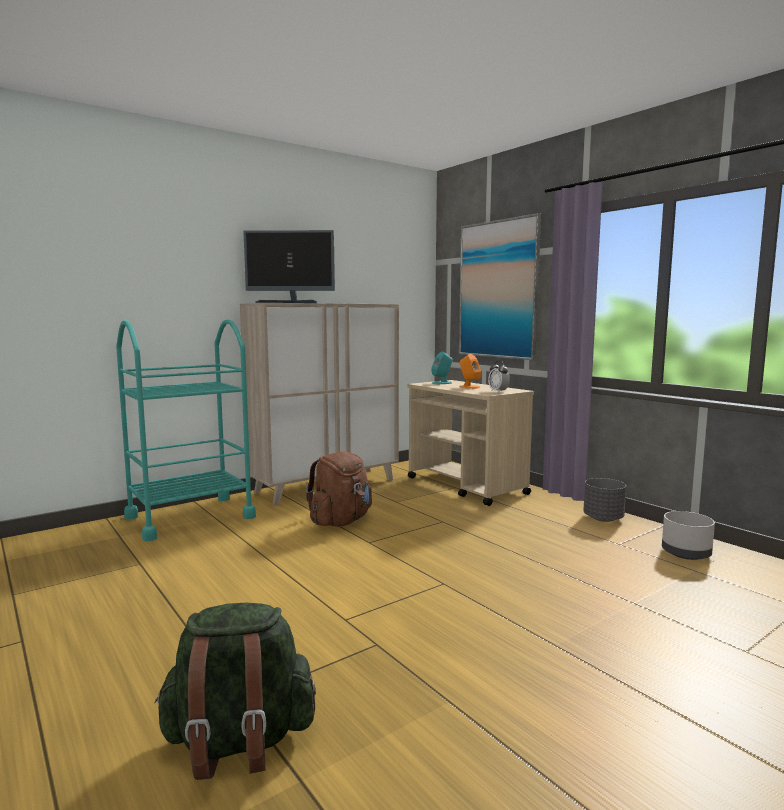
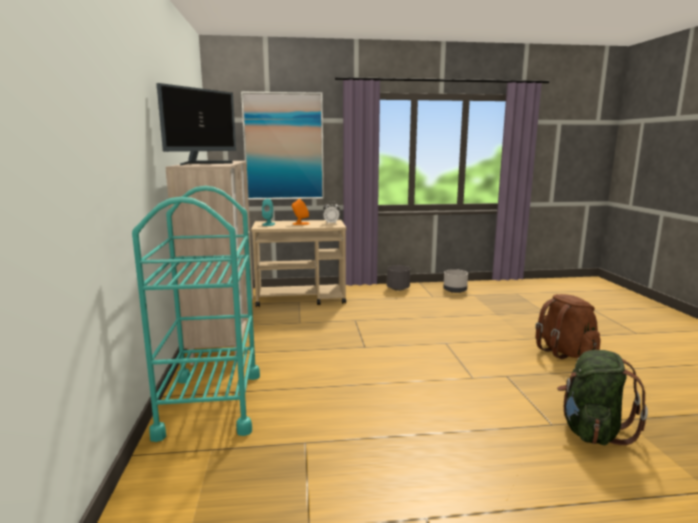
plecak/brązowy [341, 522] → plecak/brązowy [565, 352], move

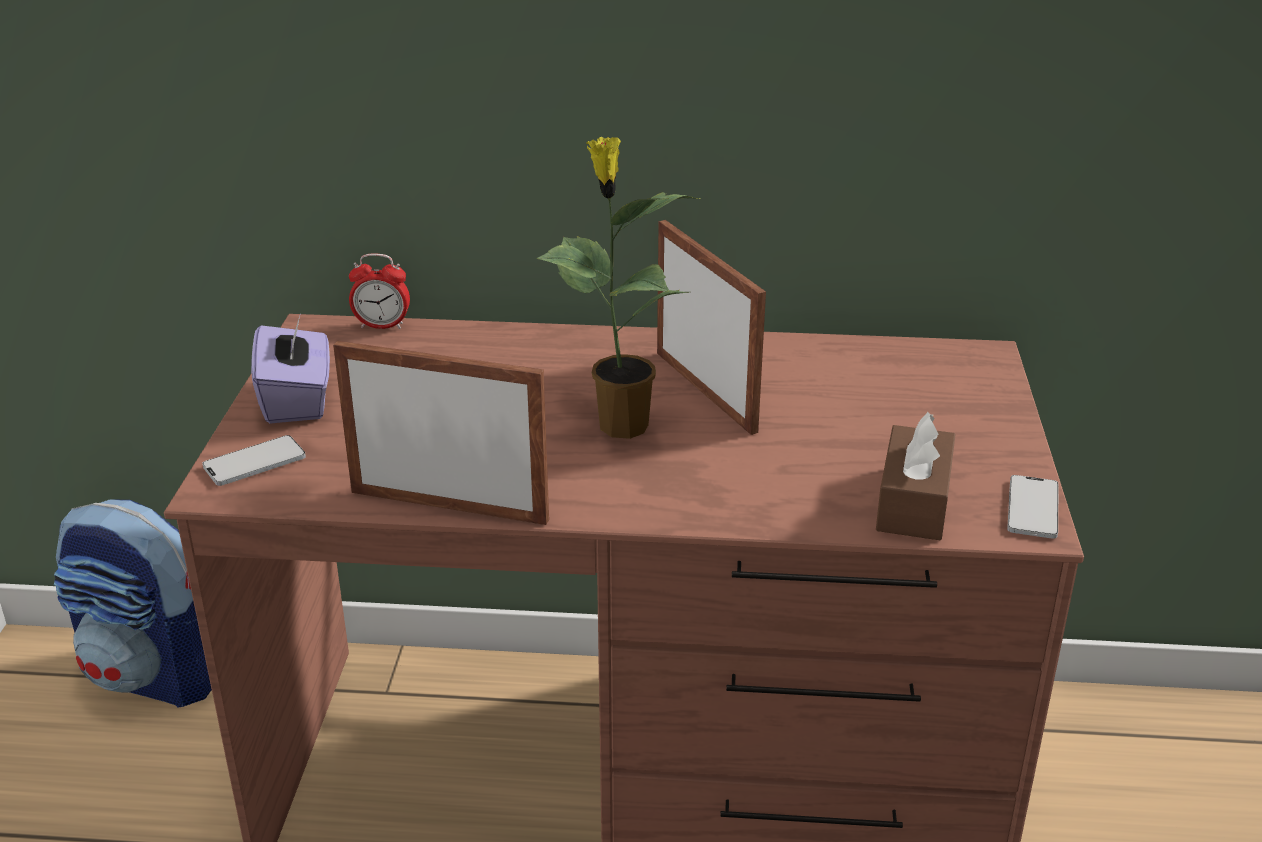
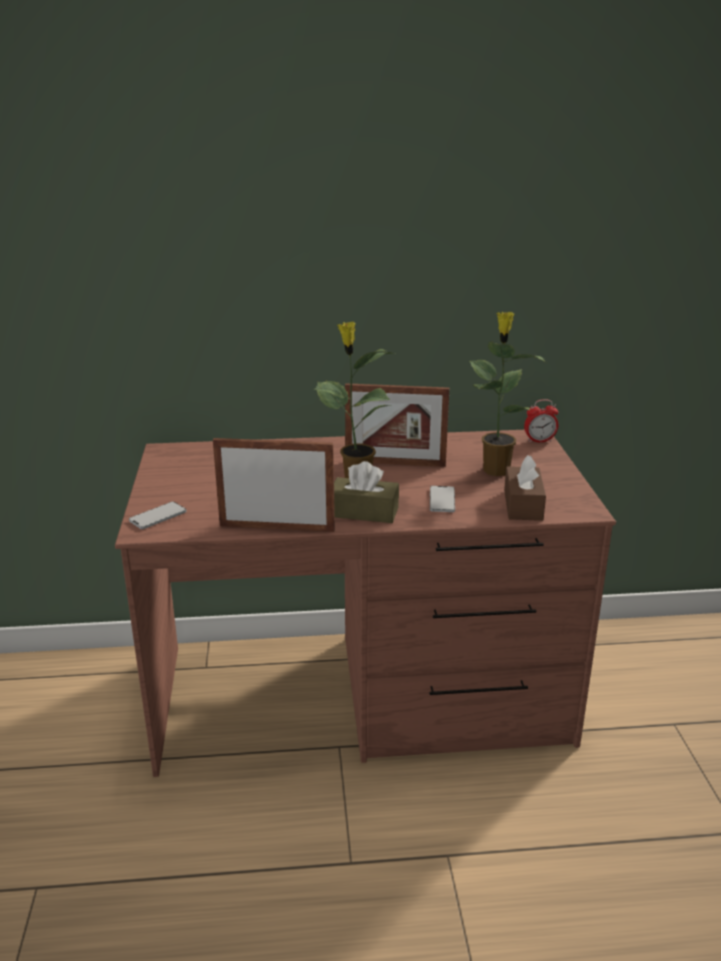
ramka na zdjęcie [705, 391] → ramka na zdjęcie [395, 463], 135 degrees clockwise
budzik [382, 326] → budzik [539, 441], move
pudełko chusteczek/fioletowy [297, 400] → -
telefon [1032, 508] → telefon [442, 500], move
plecak [156, 673] → -
- → roślina doniczkowa [495, 469]
- → pudełko chusteczek/brązowy [364, 512]

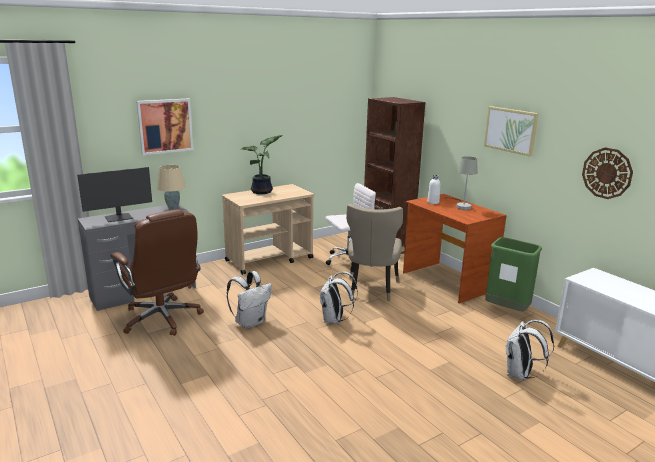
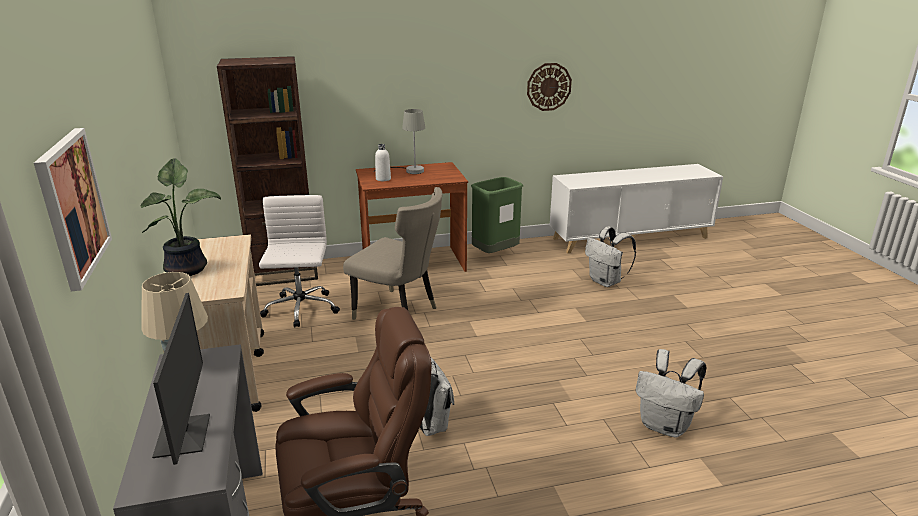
obraz [510, 130] → -
plecak/biały [334, 320] → plecak/biały [665, 426], move

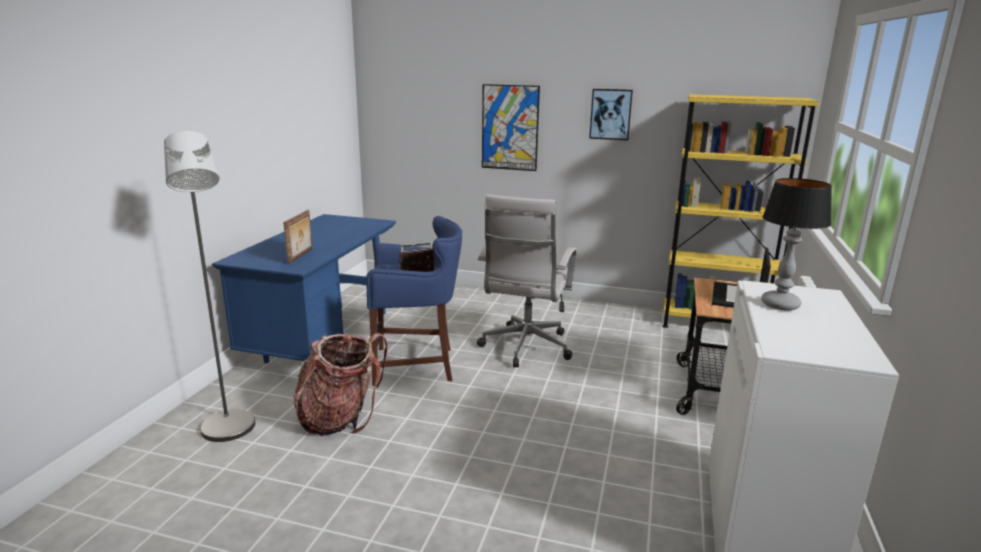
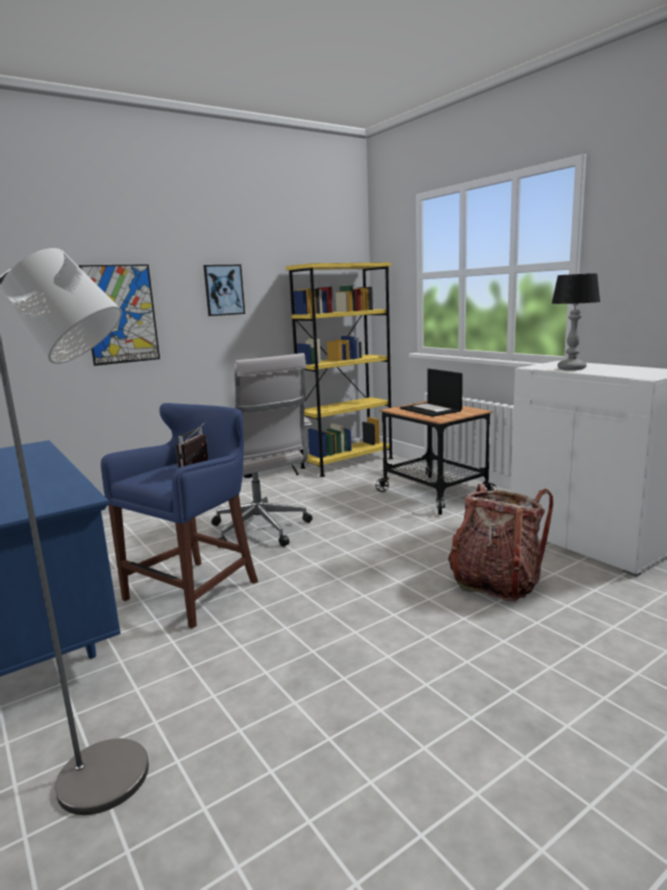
ramka na zdjęcie [301, 256] → -
plecak [340, 418] → plecak [496, 582], move

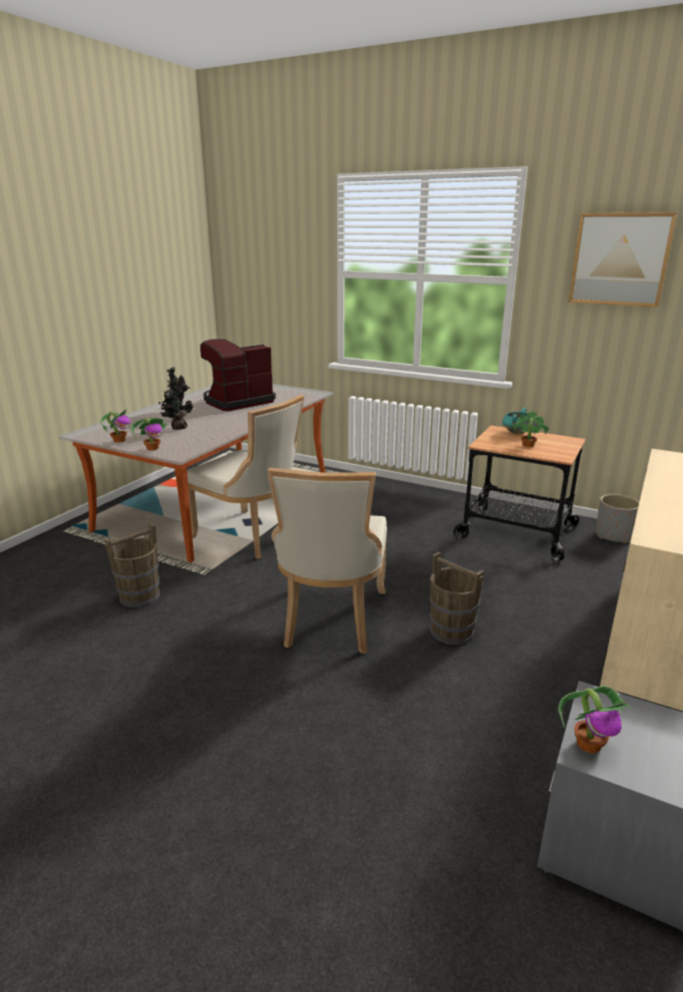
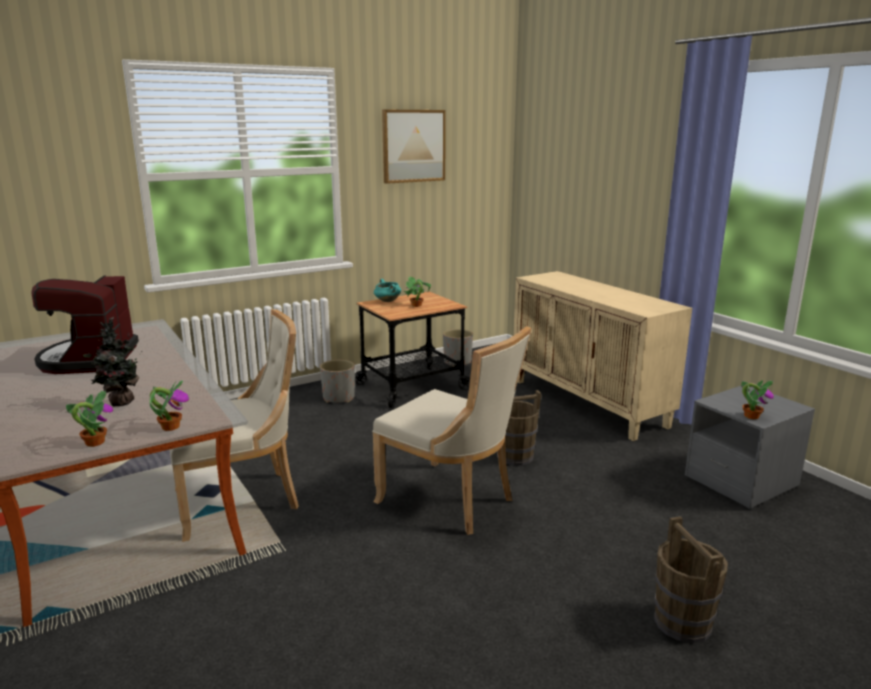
wiadro/brązowy [140, 596] → wiadro/brązowy [682, 622], move
- → donica/szary [339, 398]

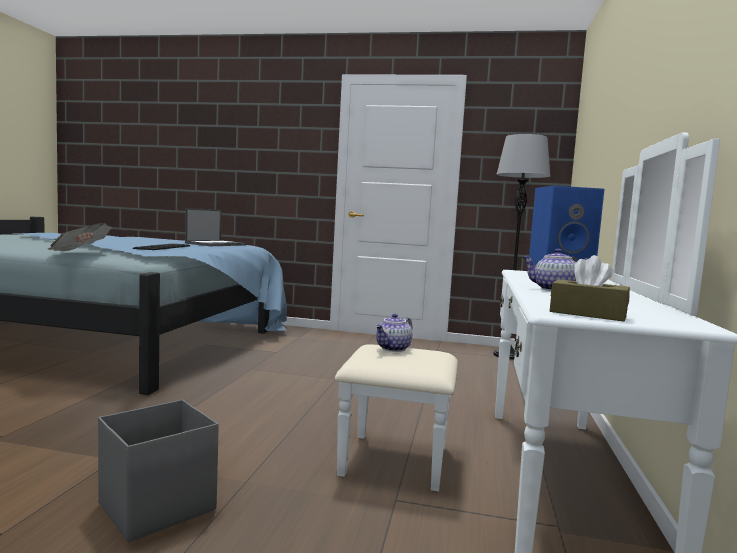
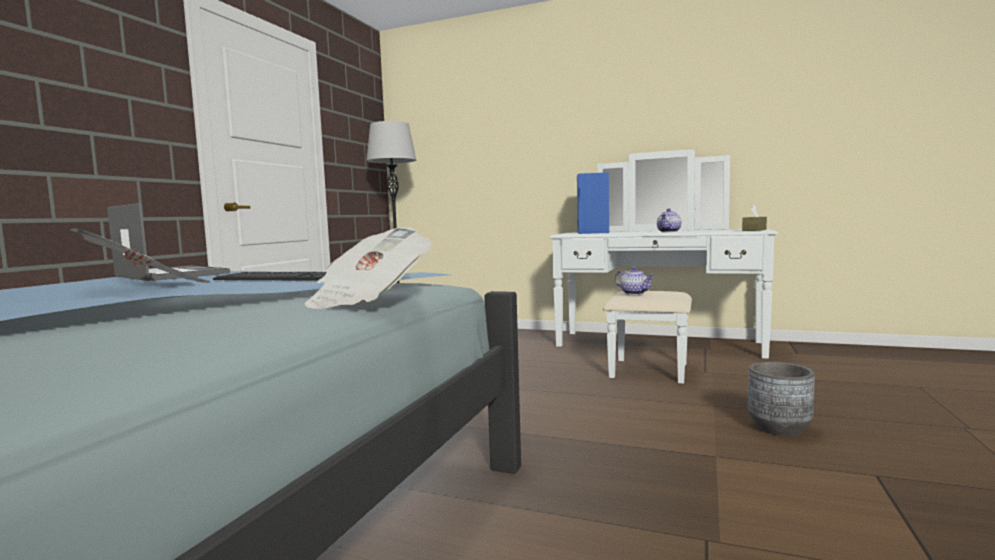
pojemnik do przechowywania/szary [155, 507] → donica/szary [779, 428]
- → gazeta [148, 287]

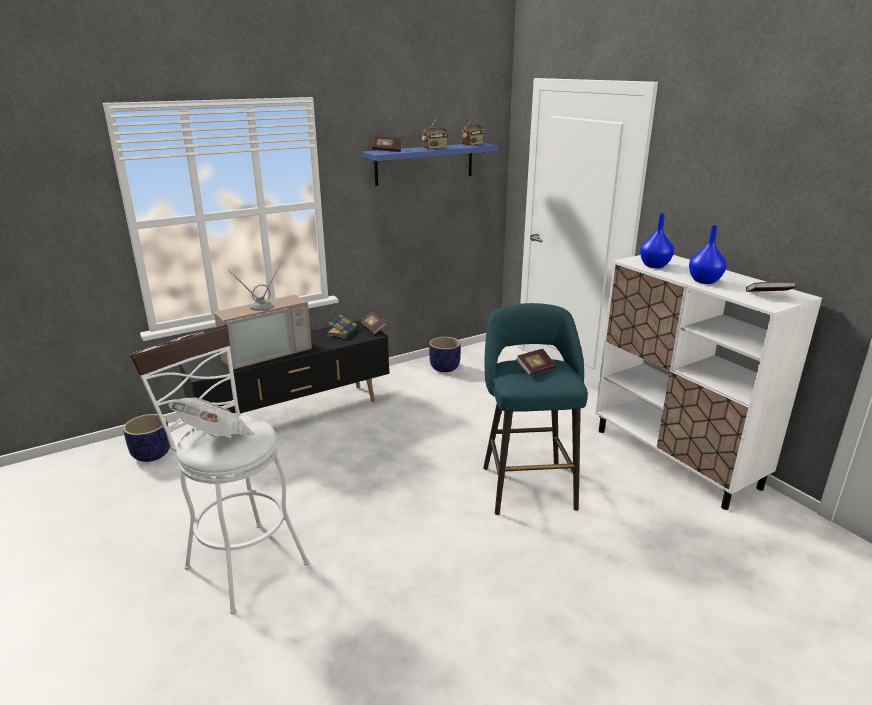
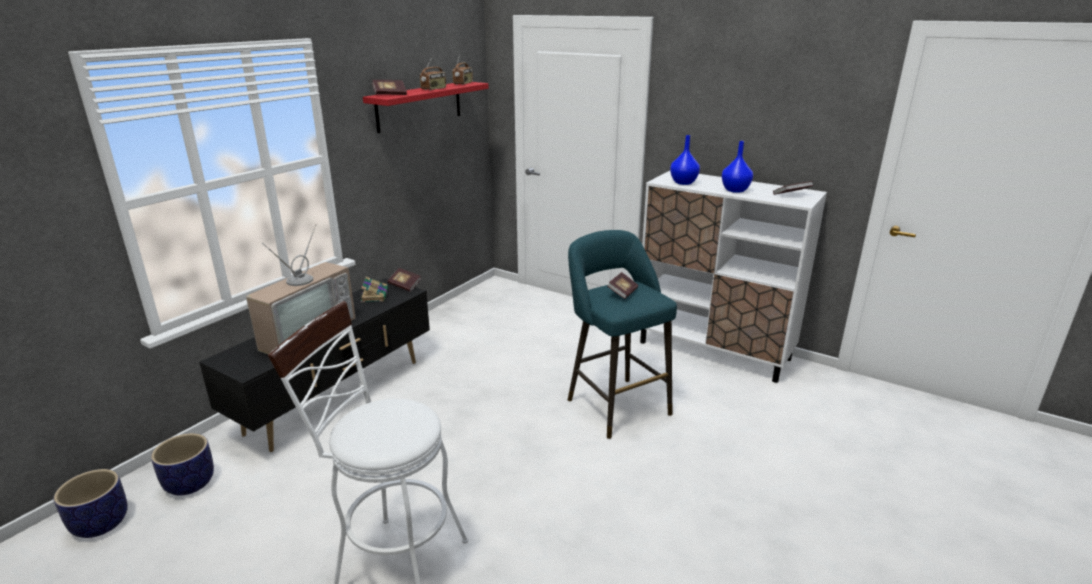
półka/niebieski [424, 163] → półka/czerwony [419, 106]
donica [445, 368] → donica [101, 524], move
gazeta [216, 435] → -

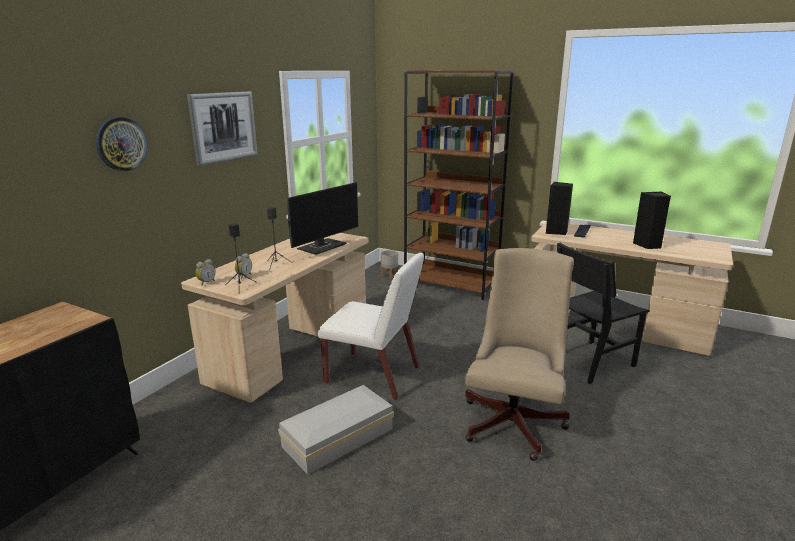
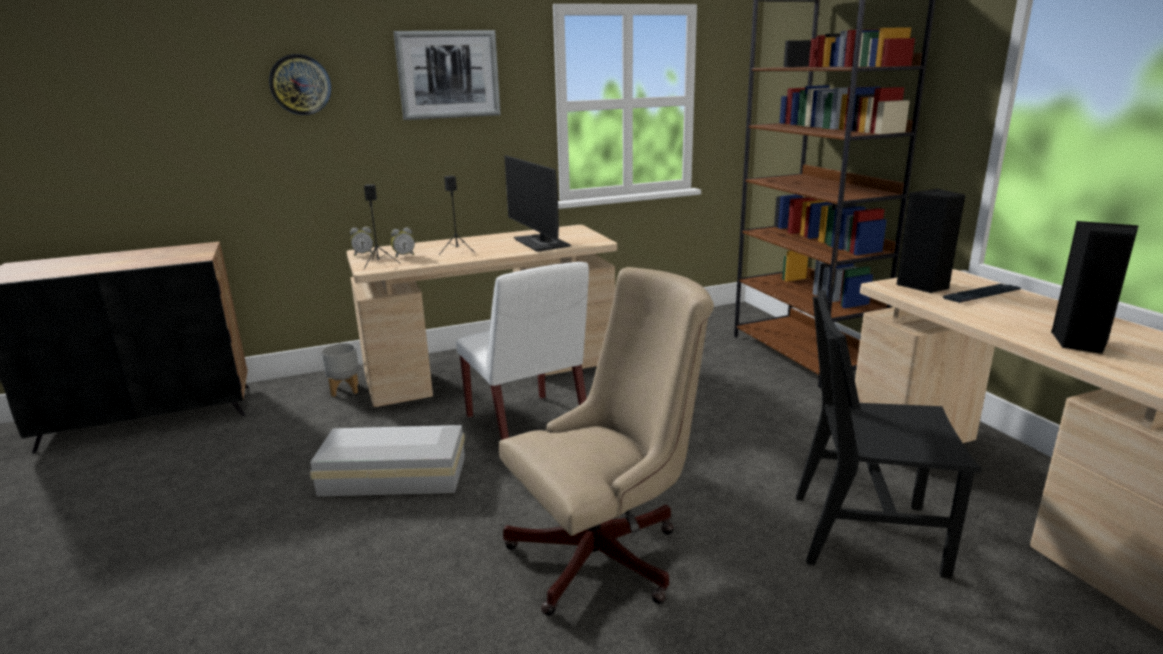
monitor [322, 246] → monitor [542, 243], 75 degrees clockwise
donica/szary [389, 275] → donica/szary [345, 390], move

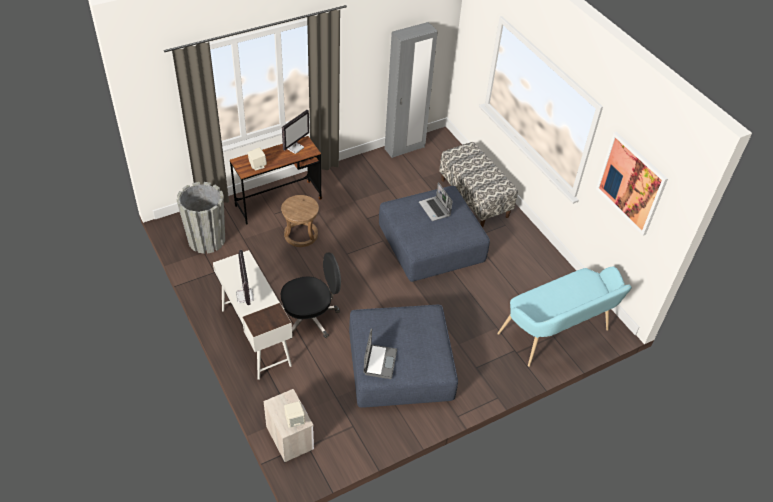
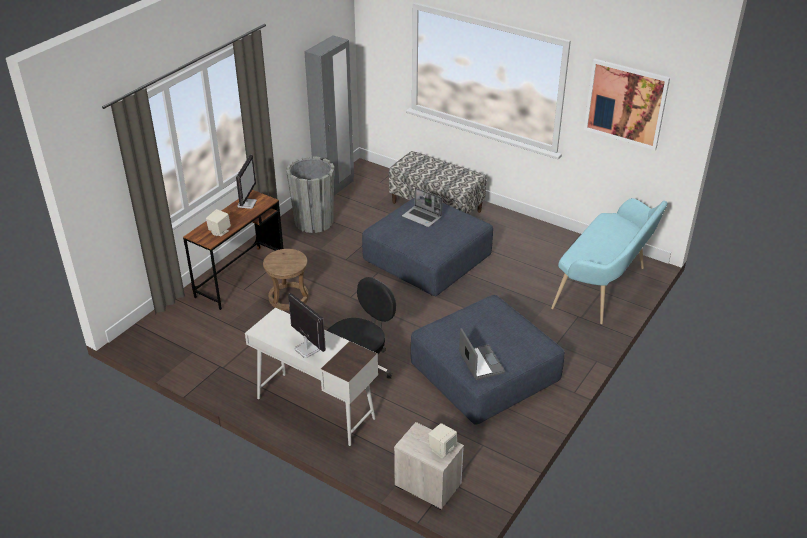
donica/szary [206, 240] → donica/szary [314, 222], move

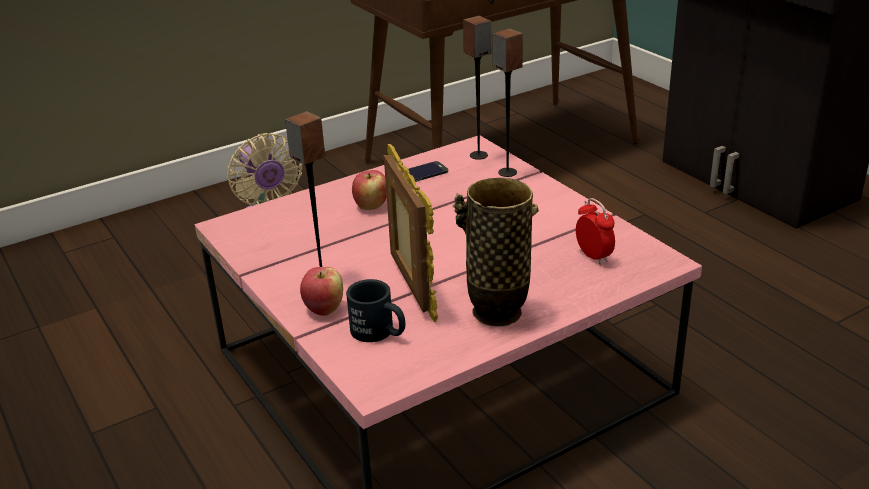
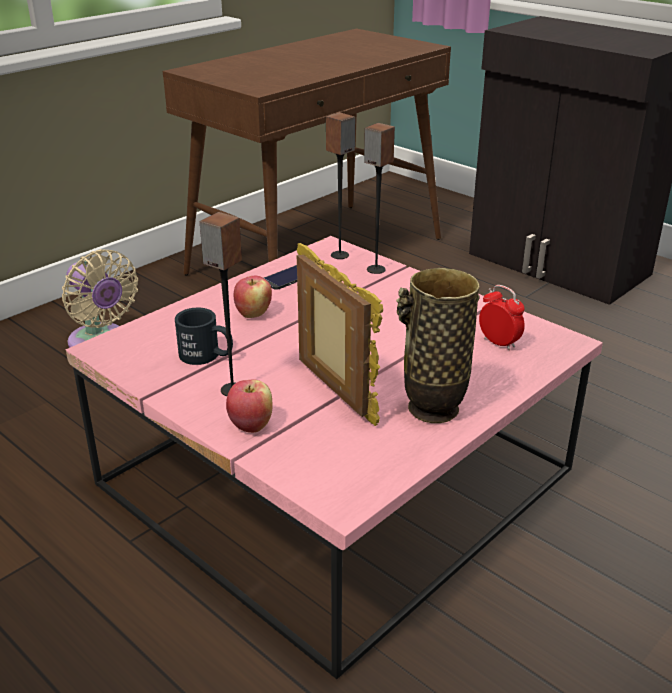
kubek/czarny [379, 332] → kubek/czarny [207, 356], move

